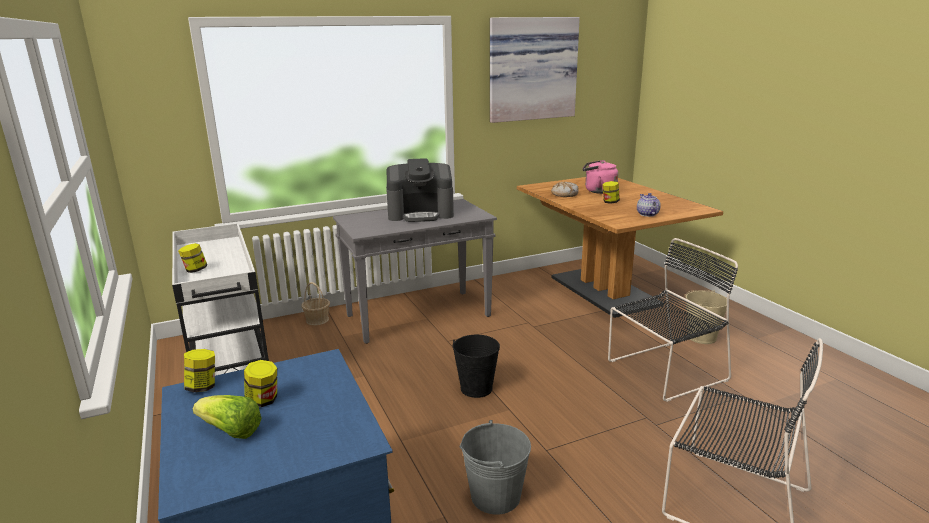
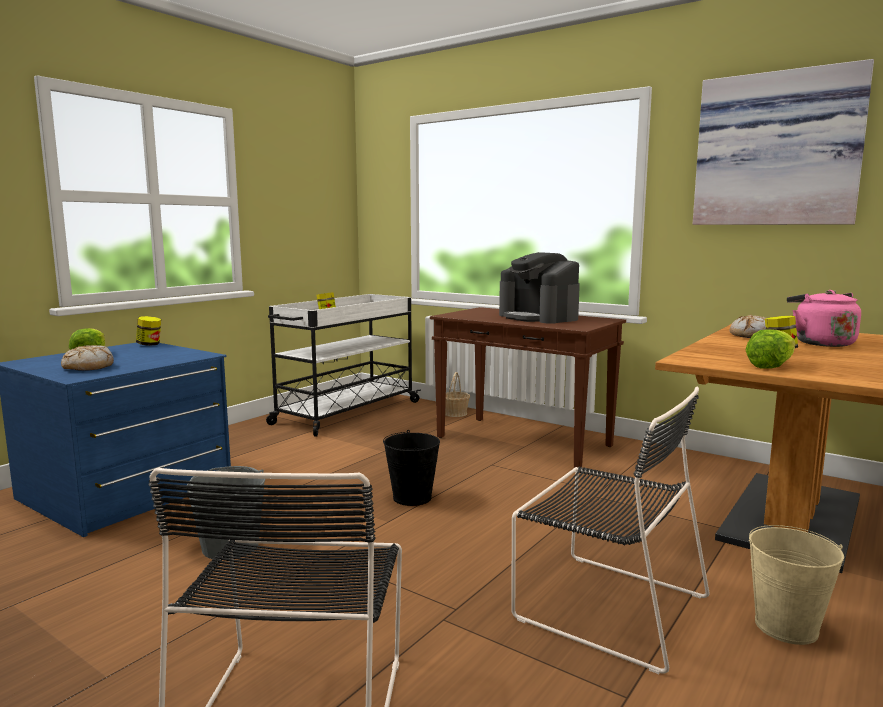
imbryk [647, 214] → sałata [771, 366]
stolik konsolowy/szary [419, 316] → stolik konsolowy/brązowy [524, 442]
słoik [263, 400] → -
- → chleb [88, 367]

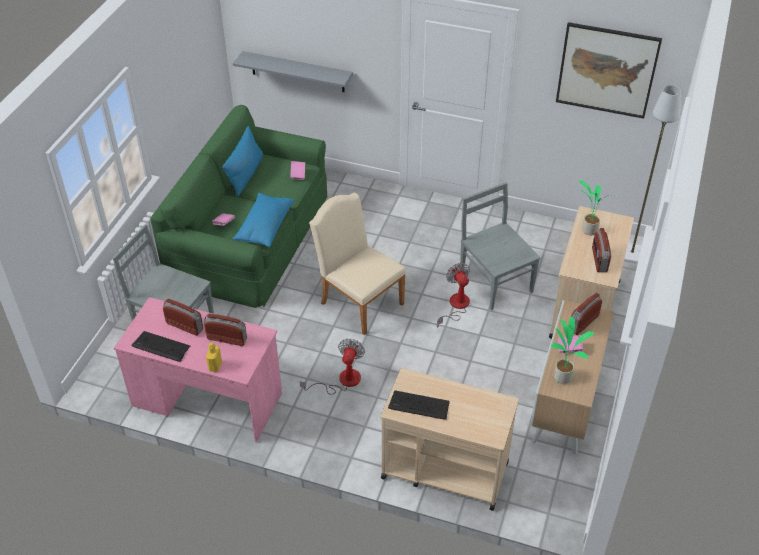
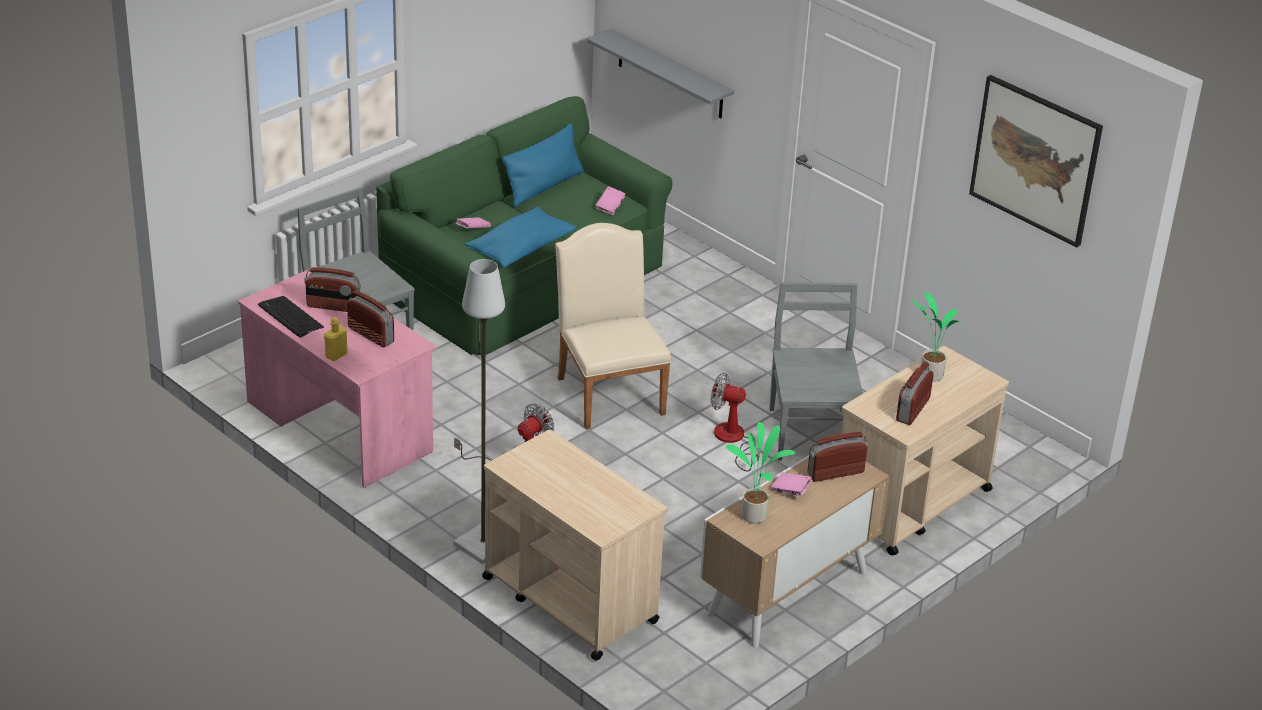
lampa stojąca/szary [632, 254] → lampa stojąca/szary [483, 546], move
wentylator [456, 306] → wentylator [733, 440], 75 degrees counterclockwise
radio [185, 326] → radio [333, 306], 135 degrees clockwise
klawiatura [419, 405] → -

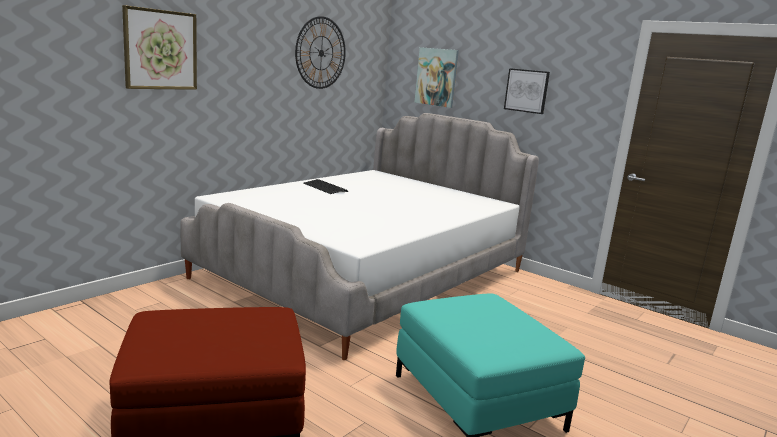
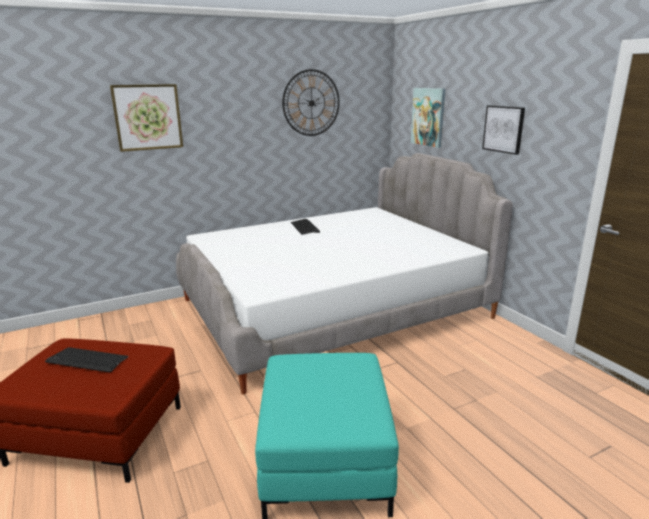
- → klawiatura [87, 360]

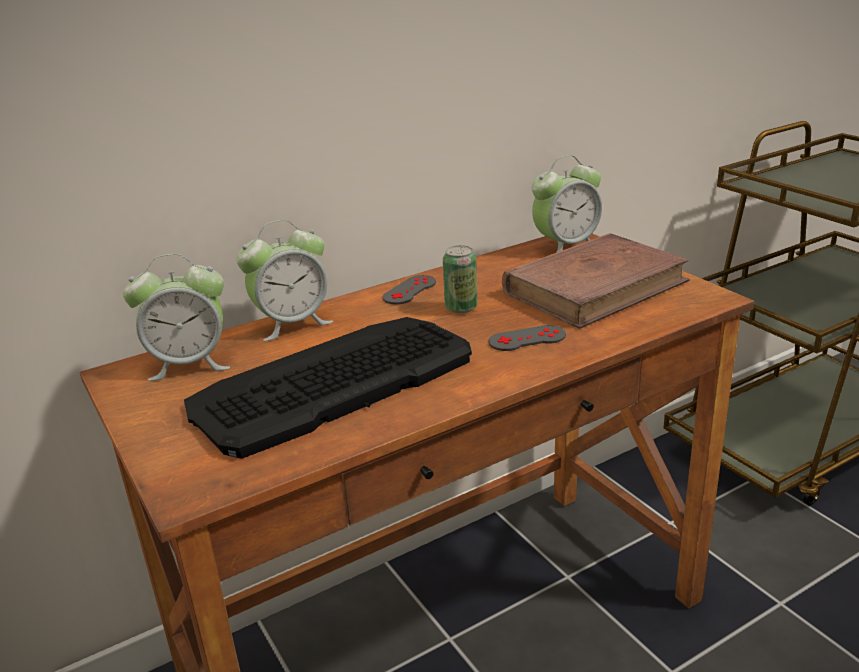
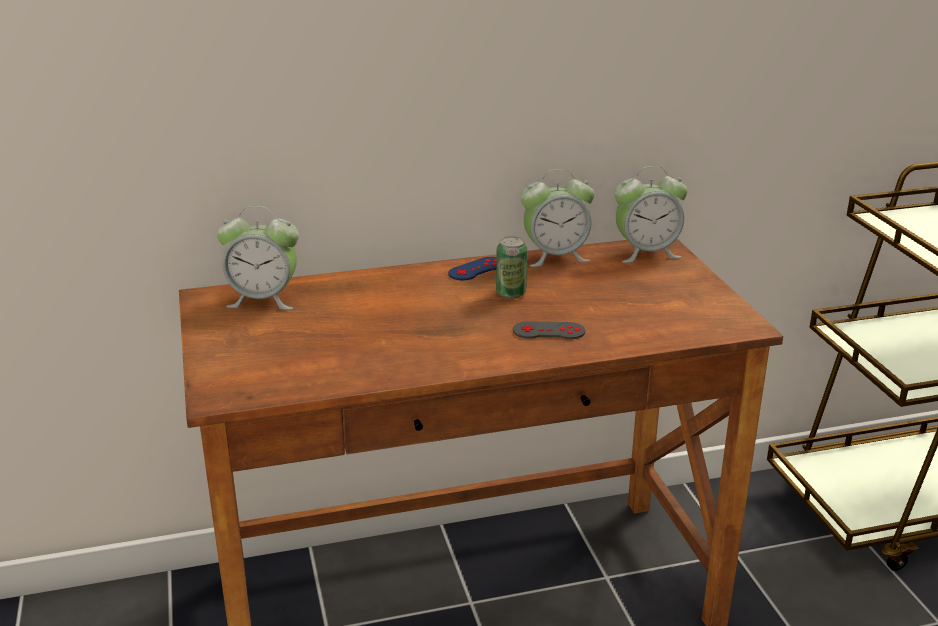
budzik [292, 324] → budzik [555, 256], move
książka/brązowy [595, 287] → -
pad do gier/szary [409, 290] → pad do gier/niebieski [476, 269]
klawiatura [331, 382] → -

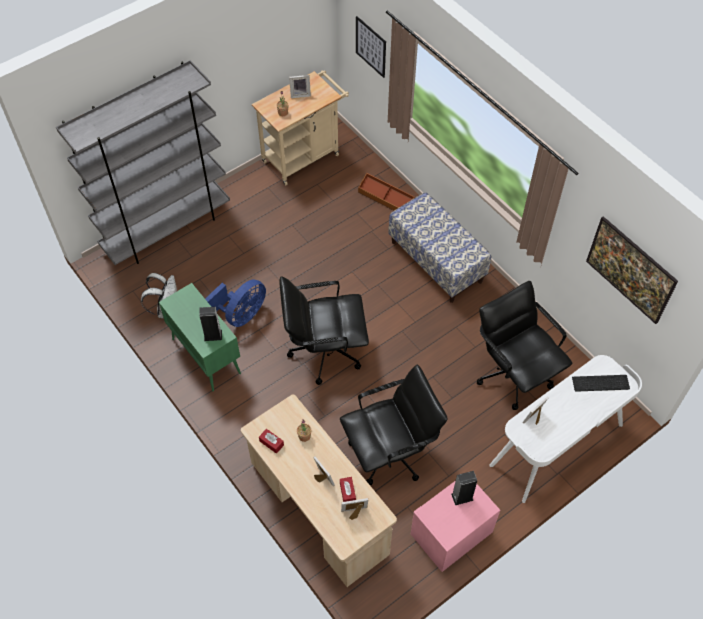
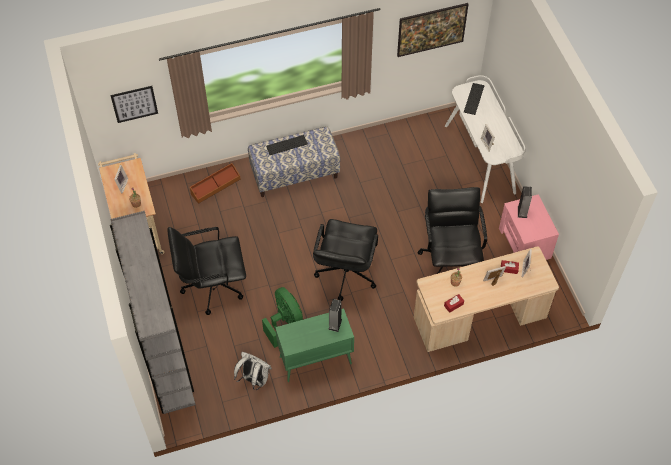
wentylator/niebieski [241, 315] → wentylator/zielony [285, 323]
krzesło biurowe/czarny [514, 374] → krzesło biurowe/czarny [212, 286], move
- → klawiatura [287, 144]

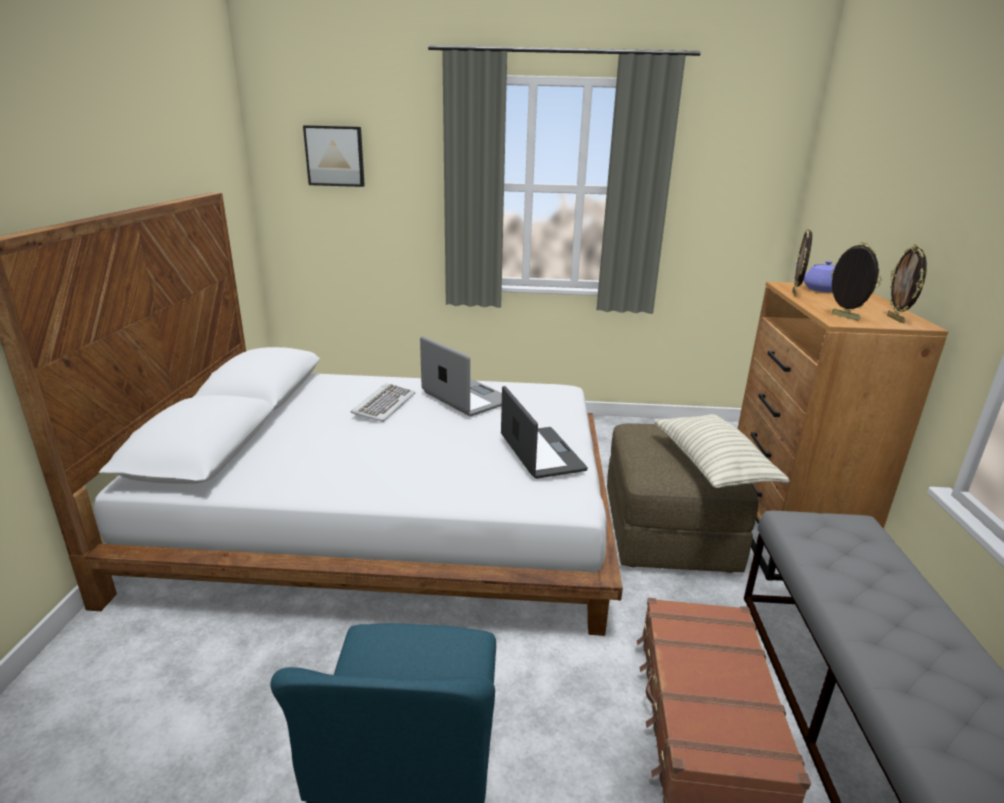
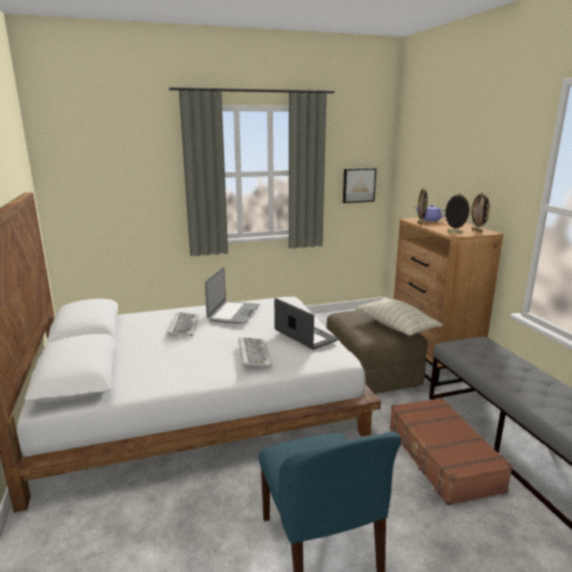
obraz [335, 156] → obraz [358, 185], move
laptop [466, 398] → laptop [233, 313], 75 degrees clockwise
- → klawiatura [253, 354]

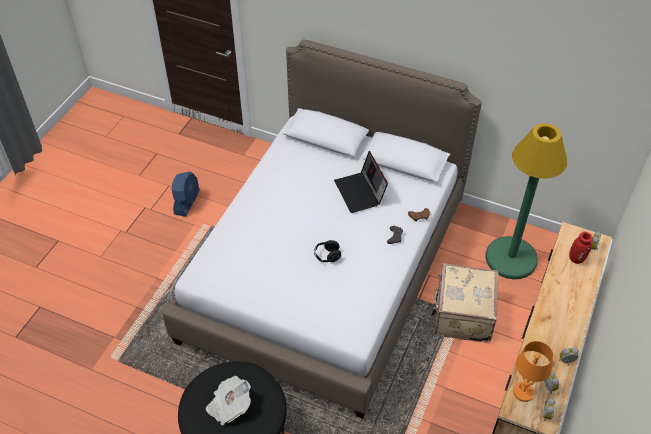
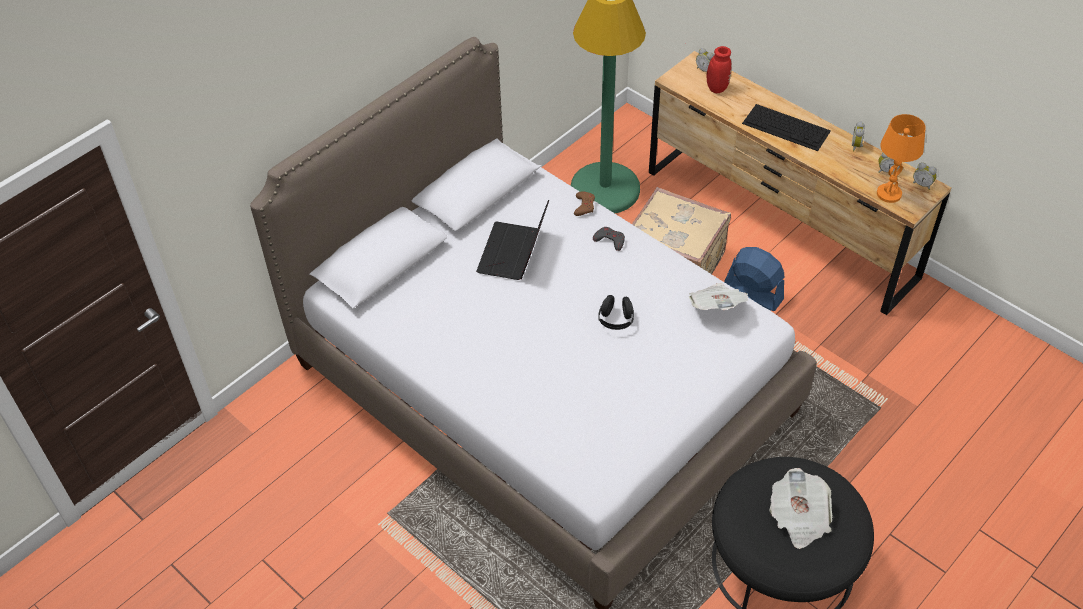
laptop [360, 193] → laptop [514, 254], 105 degrees clockwise
wentylator/niebieski [187, 202] → wentylator/niebieski [752, 293], move
- → klawiatura [787, 127]
- → gazeta [716, 307]

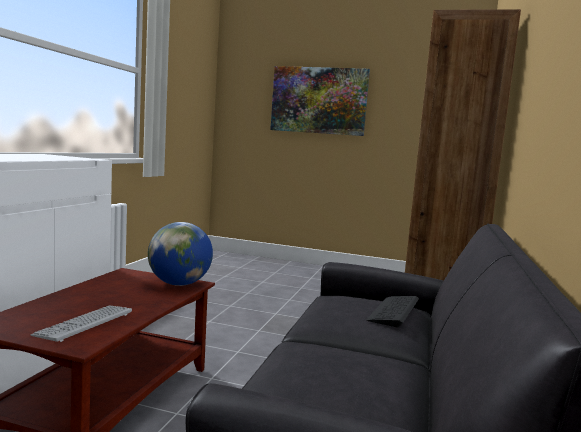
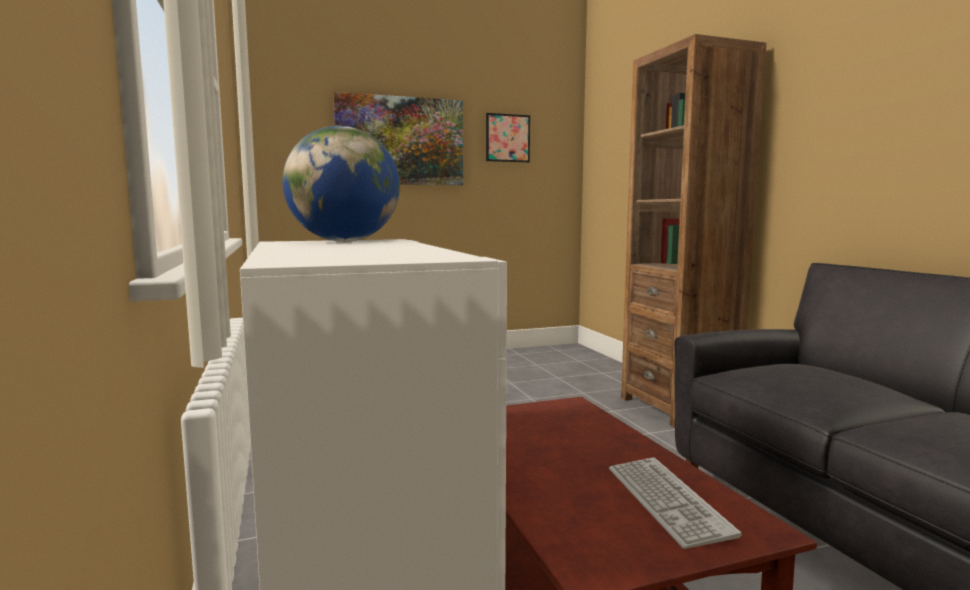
globus [179, 284] → globus [344, 241], move
klawiatura [393, 311] → -
- → obraz [507, 138]

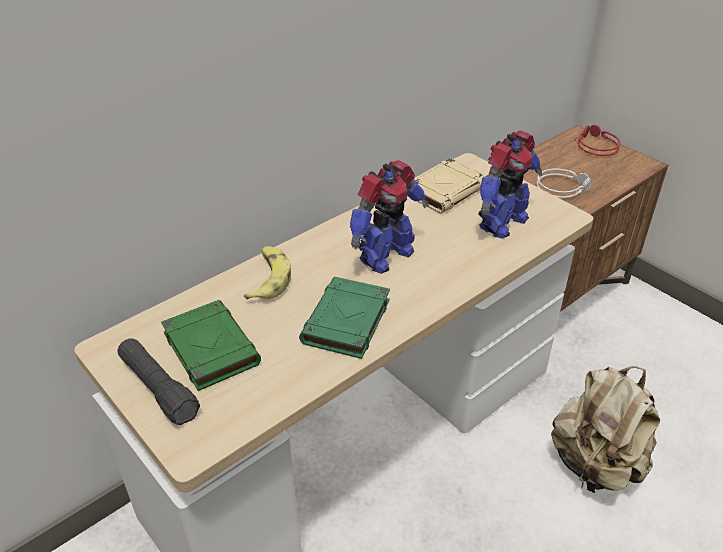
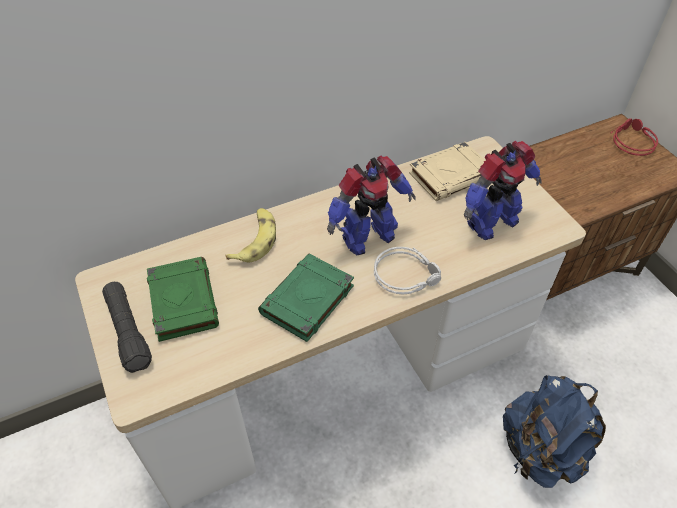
słuchawki/szary [562, 187] → słuchawki/szary [407, 274], move
plecak/beżowy [596, 464] → plecak/niebieski [540, 450]

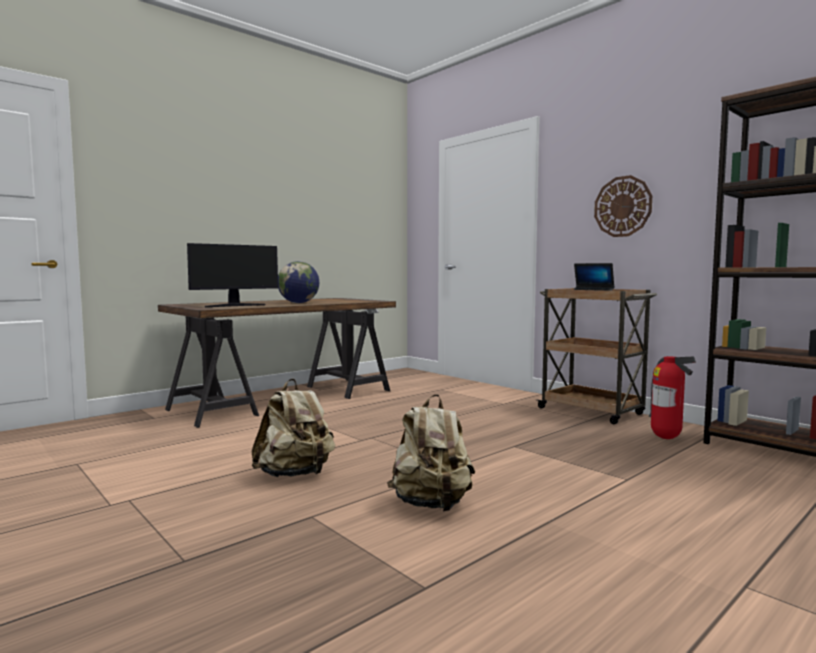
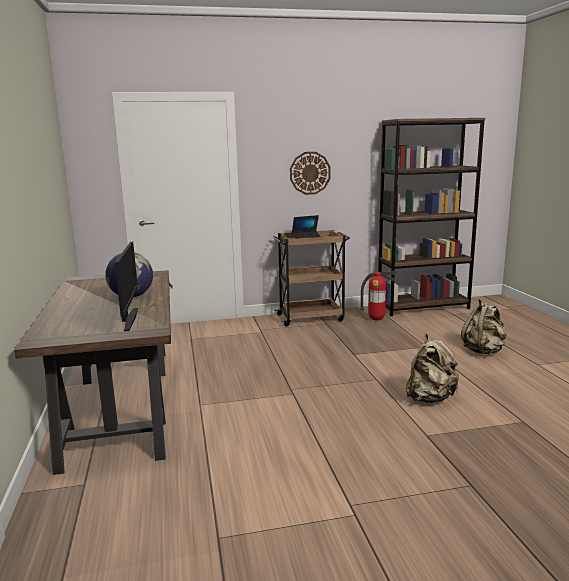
plecak/beżowy [295, 474] → plecak/beżowy [484, 351], move

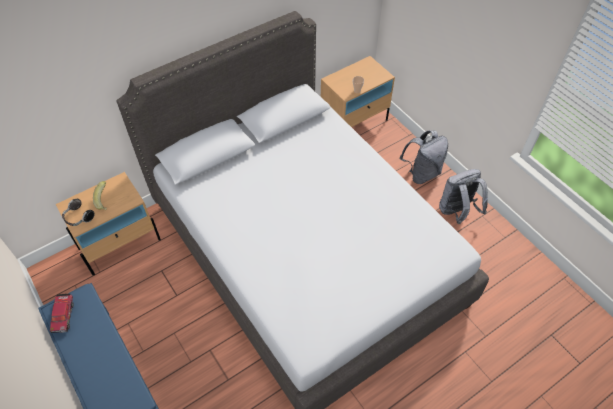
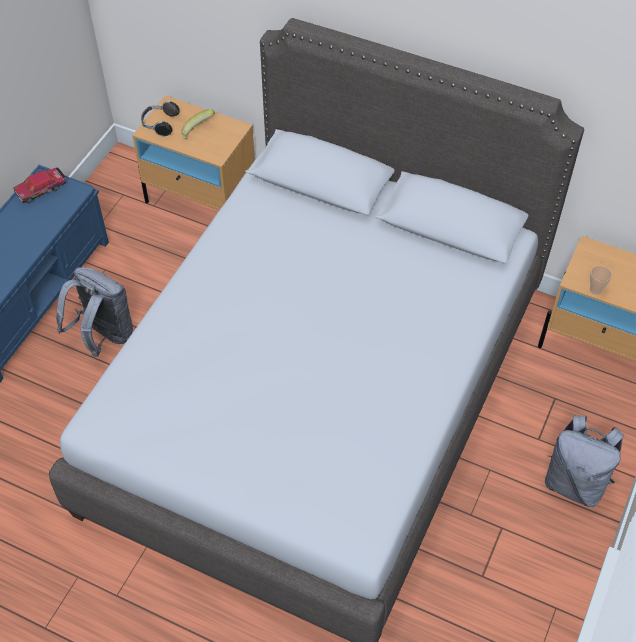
plecak/szary [457, 212] → plecak/szary [103, 336], move

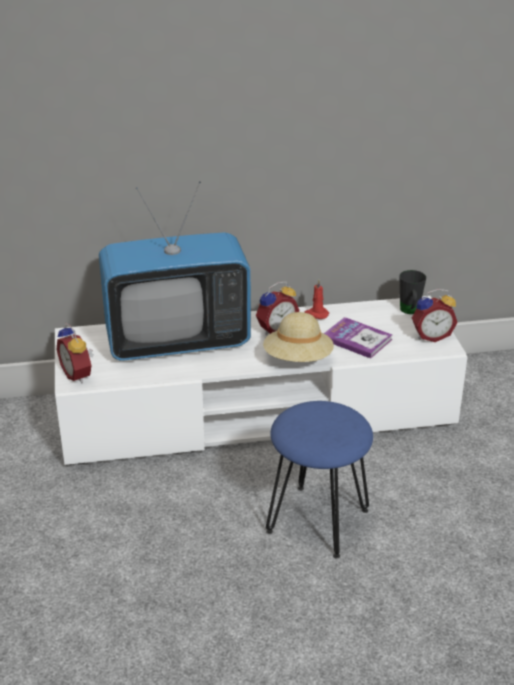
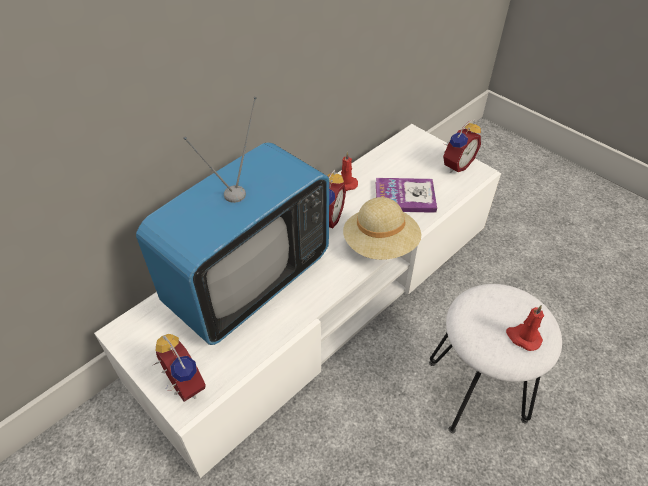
kubek/czarny [410, 312] → -
budzik [79, 374] → budzik [182, 387], 150 degrees counterclockwise
stołek/niebieski [318, 520] → stołek/biały [476, 389]
- → świeca/czerwony [523, 337]

